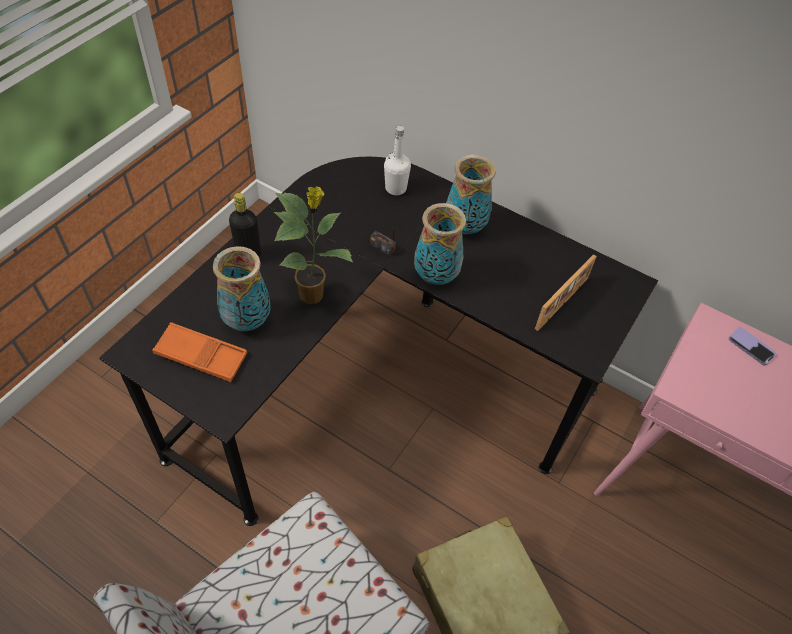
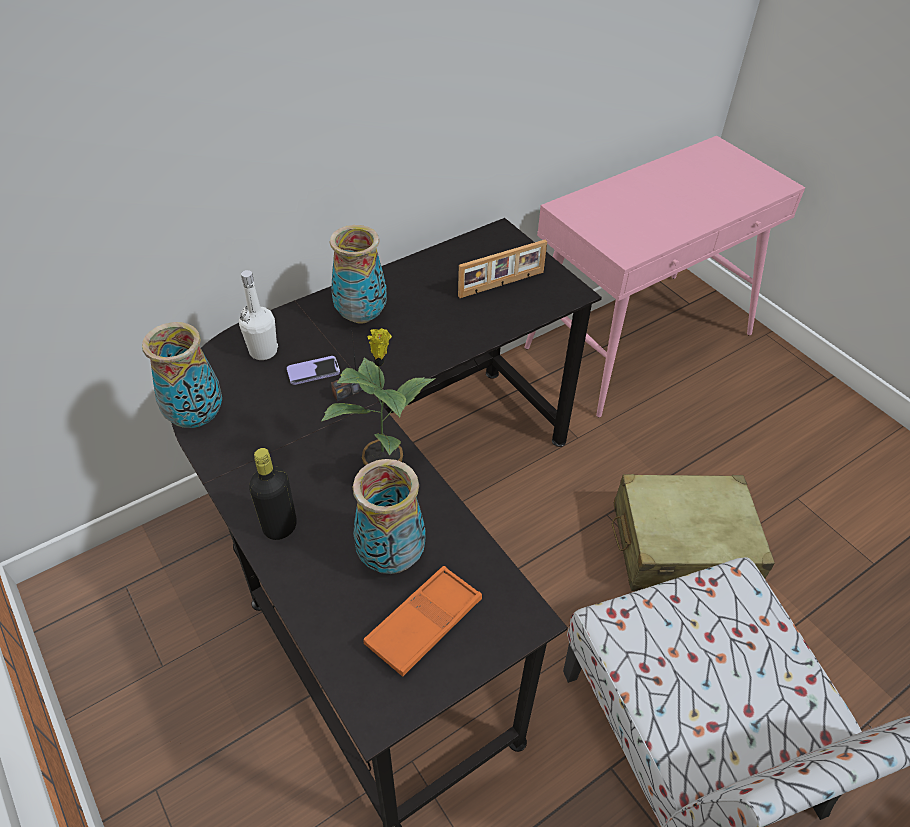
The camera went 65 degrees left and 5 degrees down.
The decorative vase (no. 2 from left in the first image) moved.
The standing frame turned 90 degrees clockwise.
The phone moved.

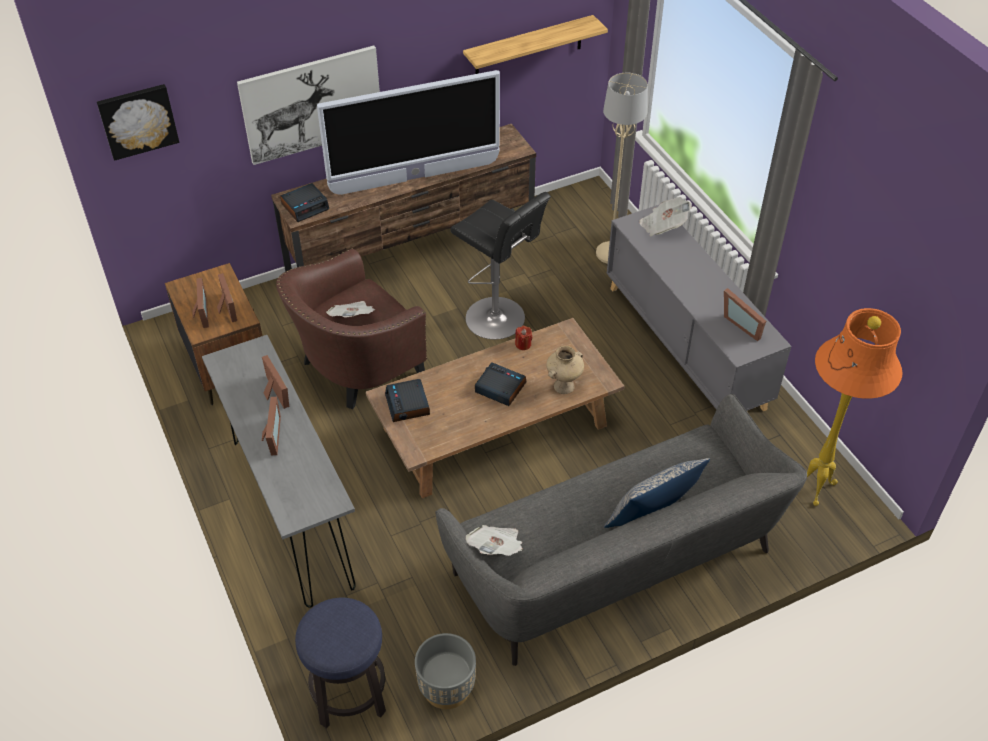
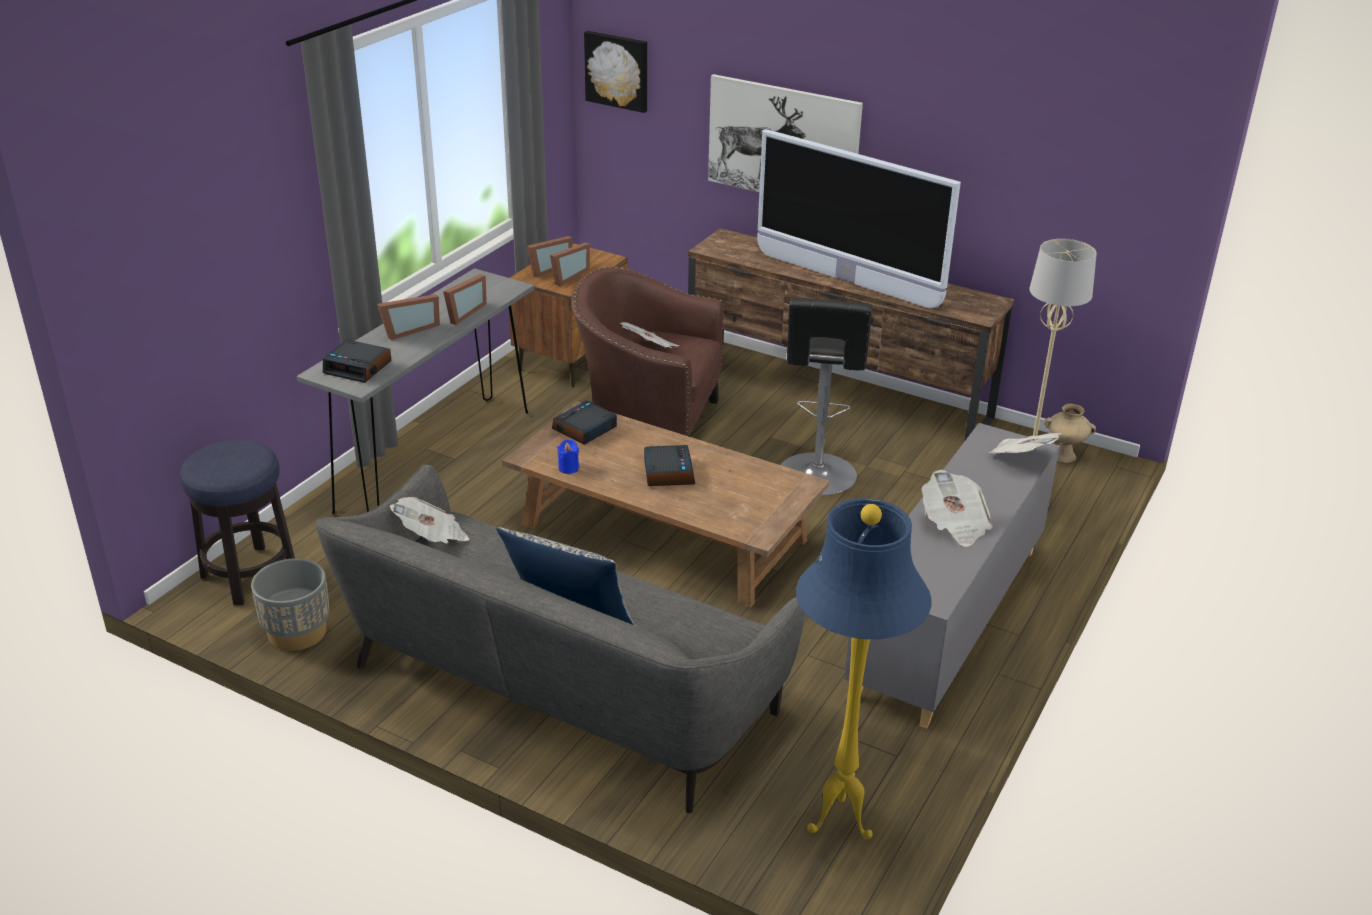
The camera went 55 degrees right and 15 degrees down.
The bracket shelf disappeared.
The table clock (no. 1 from left) moved.
The standing frame (no. 5 from left) disappeared.
The standing lamp (orange) became the standing lamp (blue).
The wax candle (red) disappeared.
The decorative vase (beige-coloured) moved.
The wax candle (blue) appeared.
The daily paper (no. 3 from left) appeared.

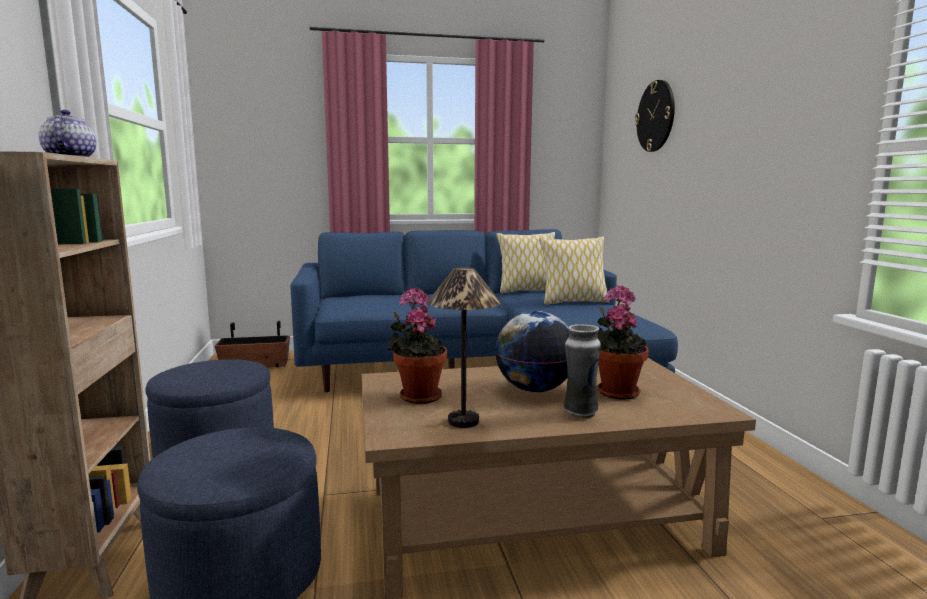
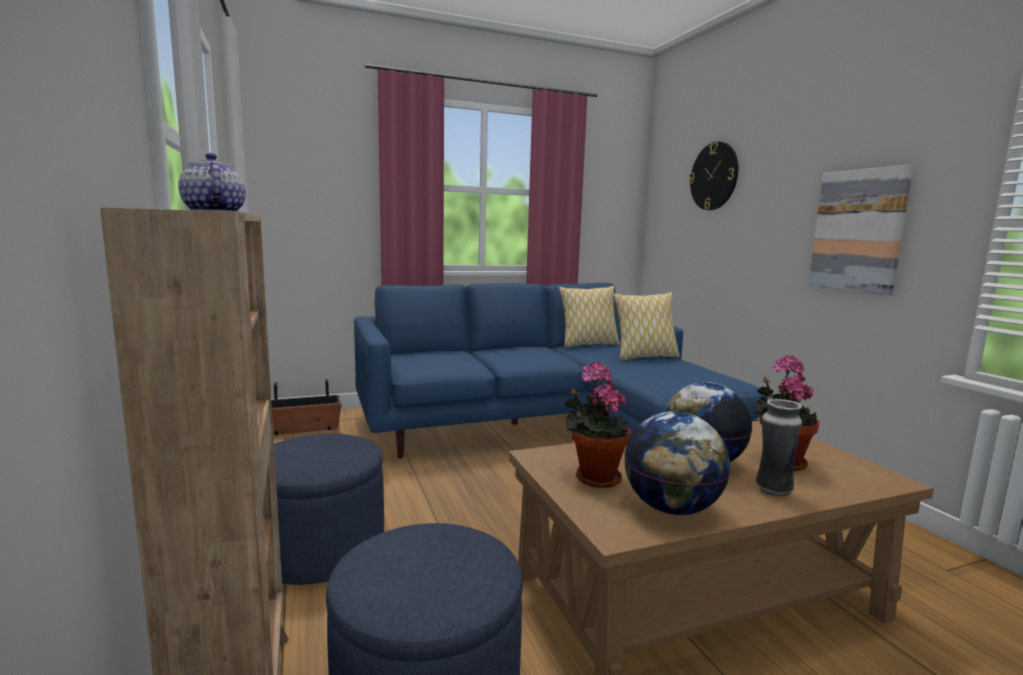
The camera went 10 degrees left and 0 degrees up.
The lamp for a table was replaced by the desk globe (no. 1 from left).
The wall art appeared.

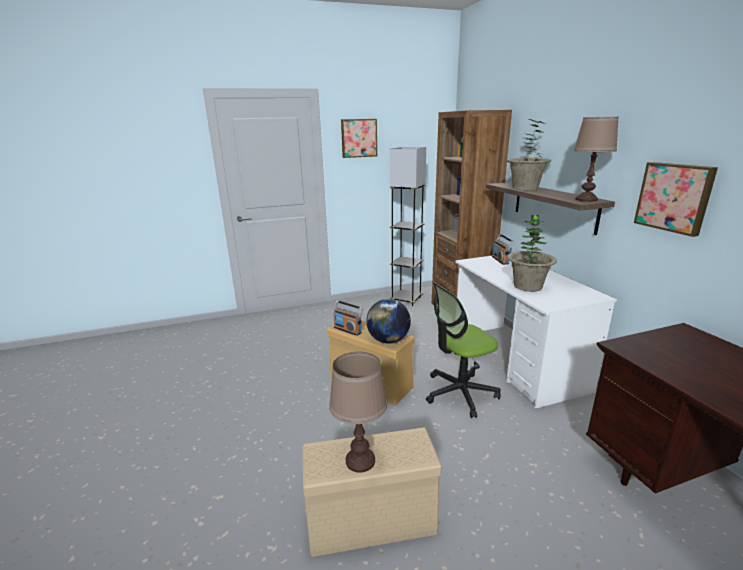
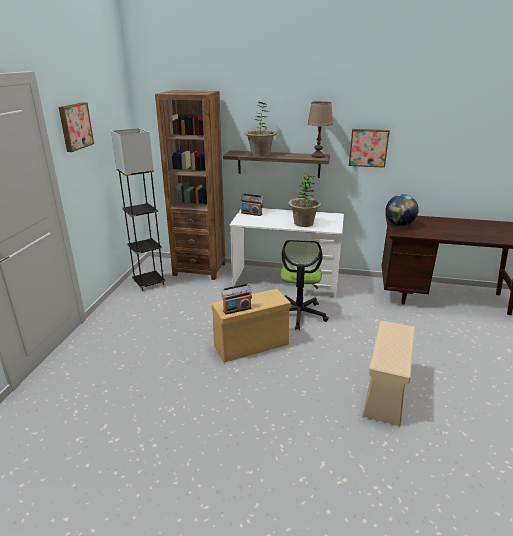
The camera went 60 degrees left and 5 degrees up.
The desk globe moved.
The lamp for a table (brownish) (no. 1 from left) disappeared.

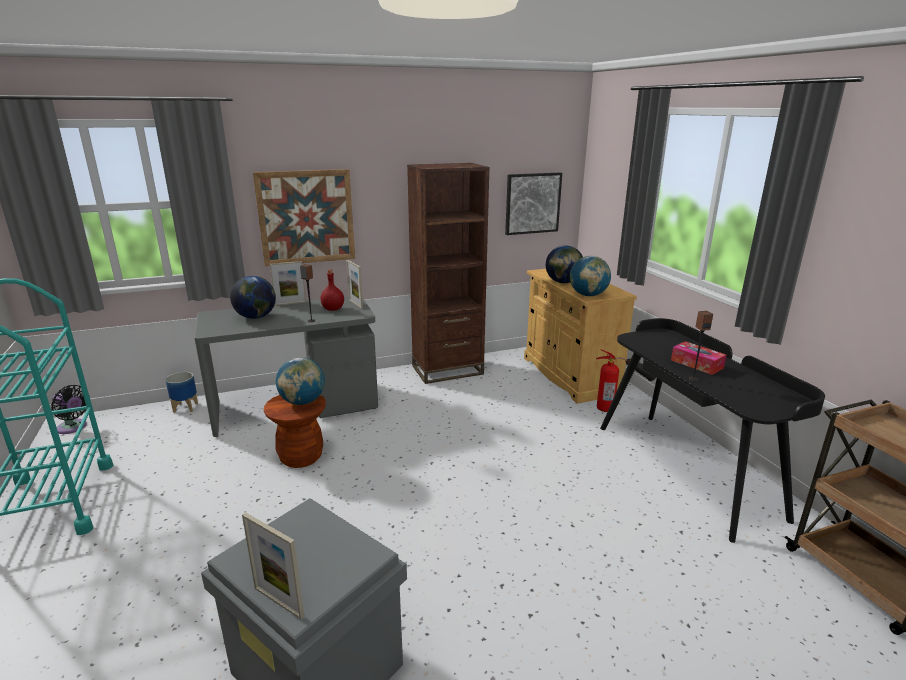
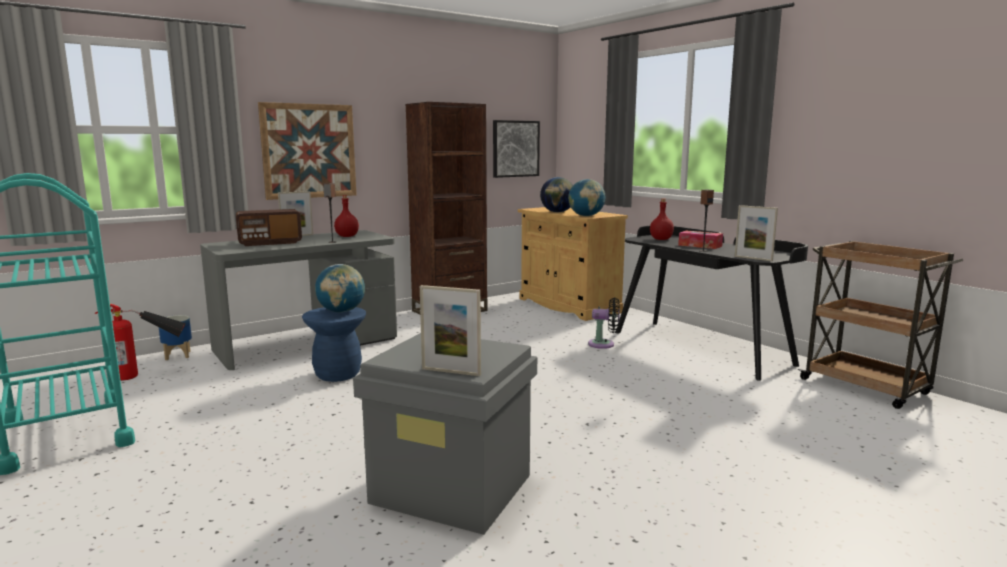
The camera went 15 degrees left and 10 degrees down.
The standing frame (no. 3 from left) moved.
The desk globe (no. 1 from left) was replaced by the radio set.
The fire extinguisher moved.
The fan (black-coloured) moved.
The stool seat (brownish) became the stool seat (blue).
The bottle (red) (no. 2 from left) appeared.

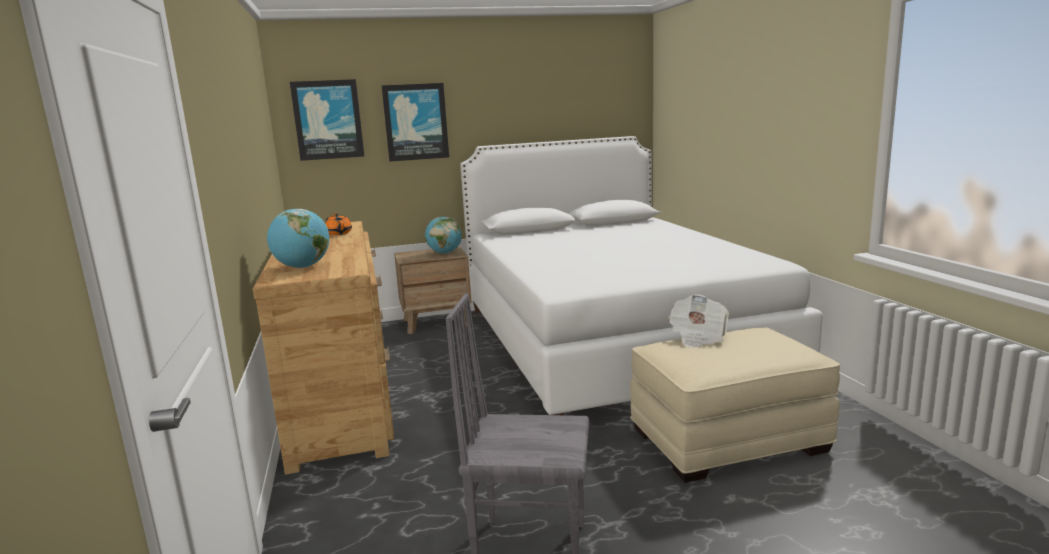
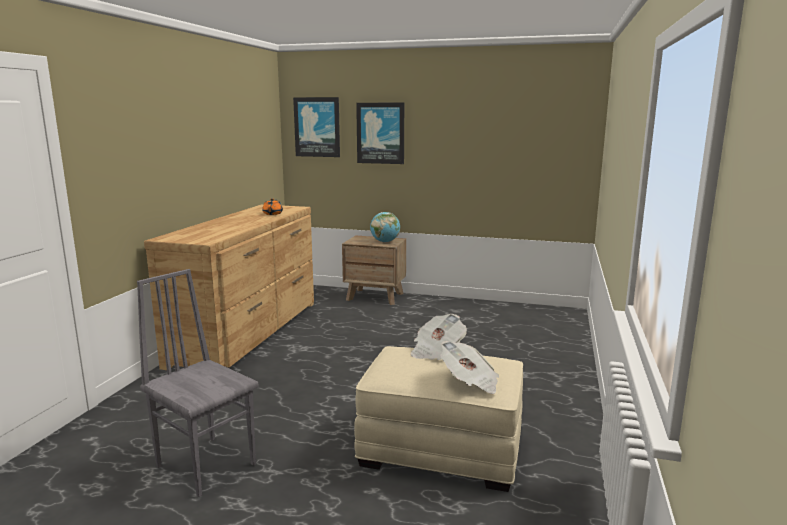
The camera went 30 degrees right and 0 degrees up.
The sleeping bed (white) disappeared.
The desk globe (no. 1 from left) disappeared.
The daily paper (no. 2 from left) appeared.

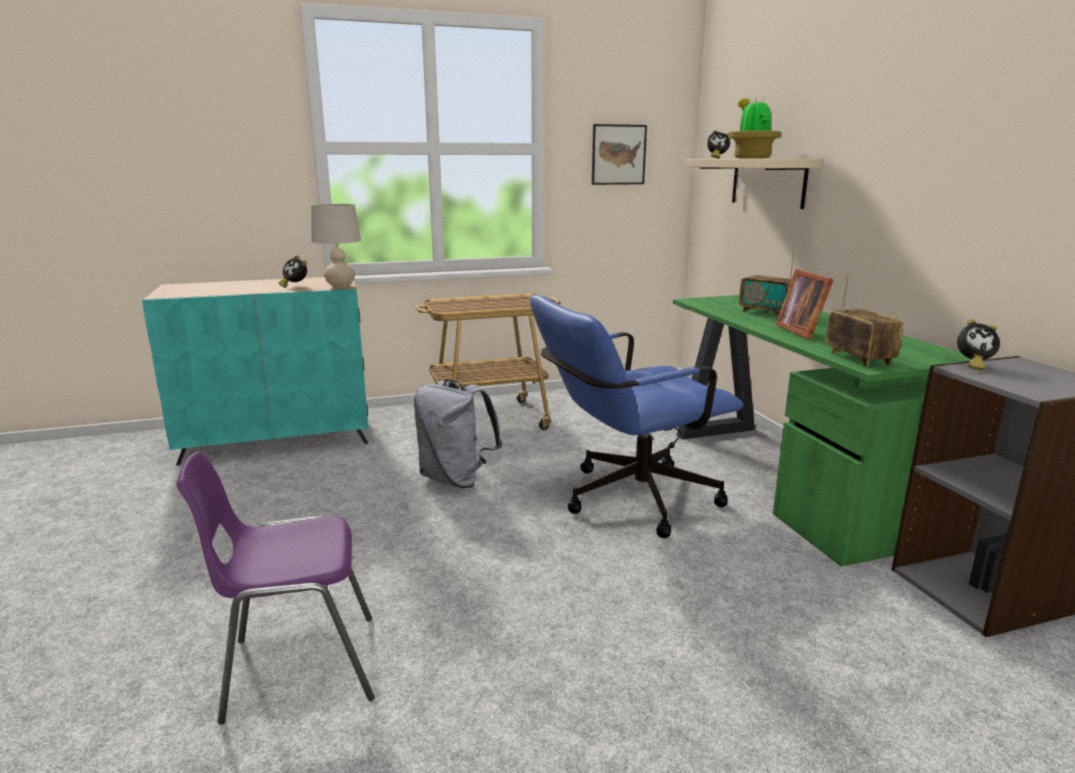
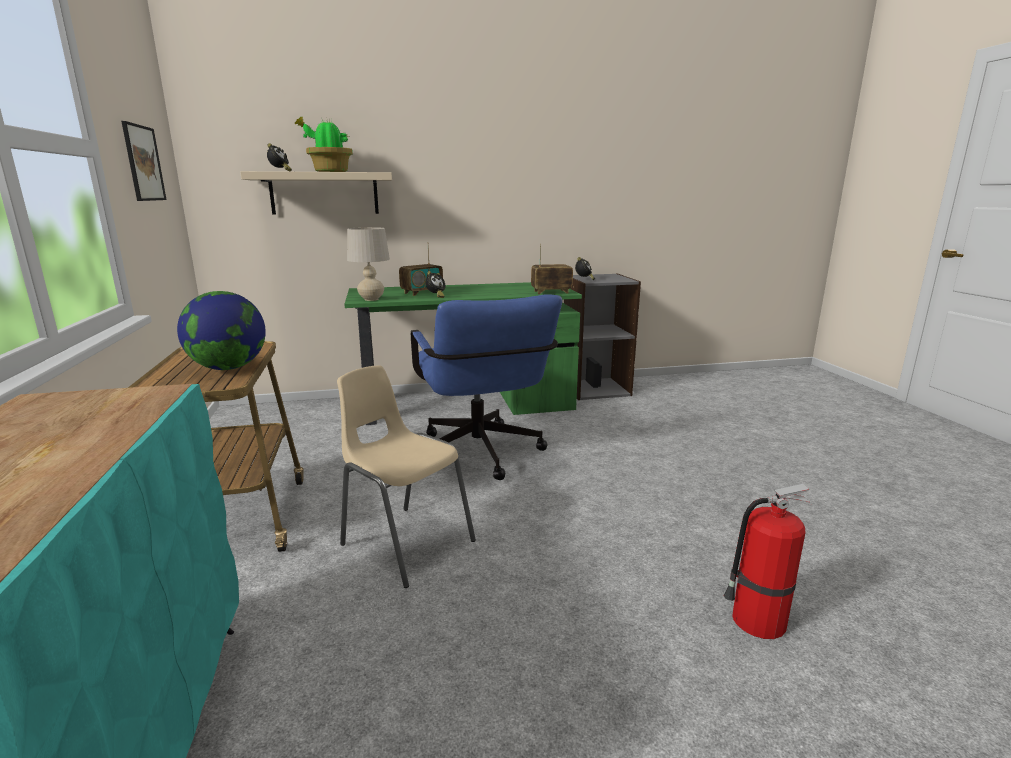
The camera went 85 degrees left and 0 degrees up.
The lamp for a table (beige-coloured) moved.
The table clock (no. 1 from left in the first image) moved.
The standing frame disappeared.
The knapsack (greyish) was replaced by the chair (beige-coloured).
The chair (purple) was replaced by the fire extinguisher.
The desk globe appeared.

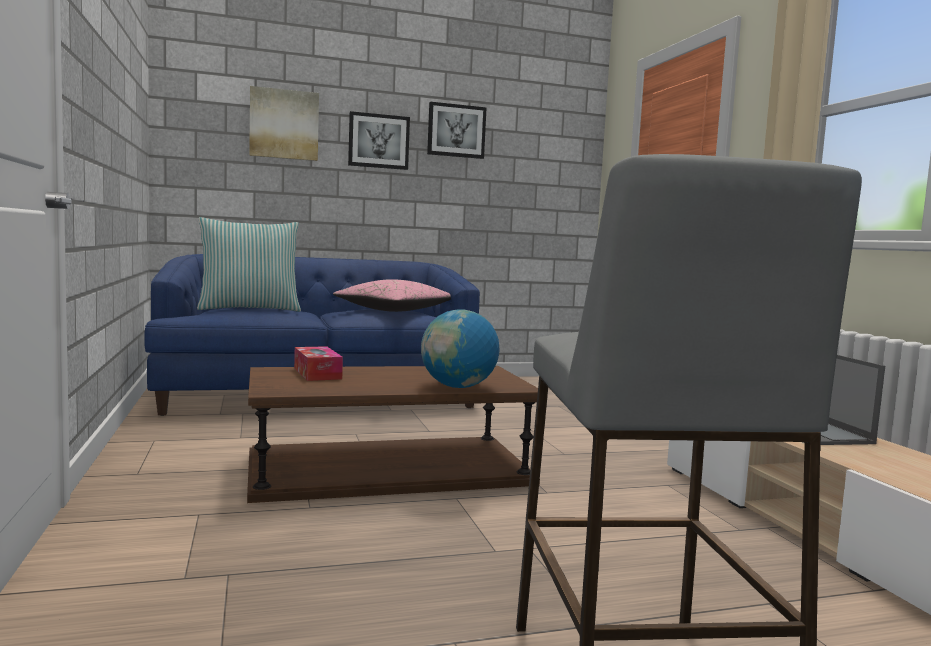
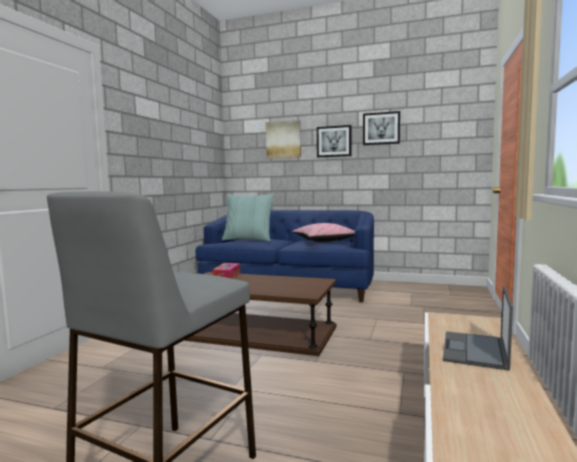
The camera went 35 degrees right and 0 degrees up.
The desk globe disappeared.

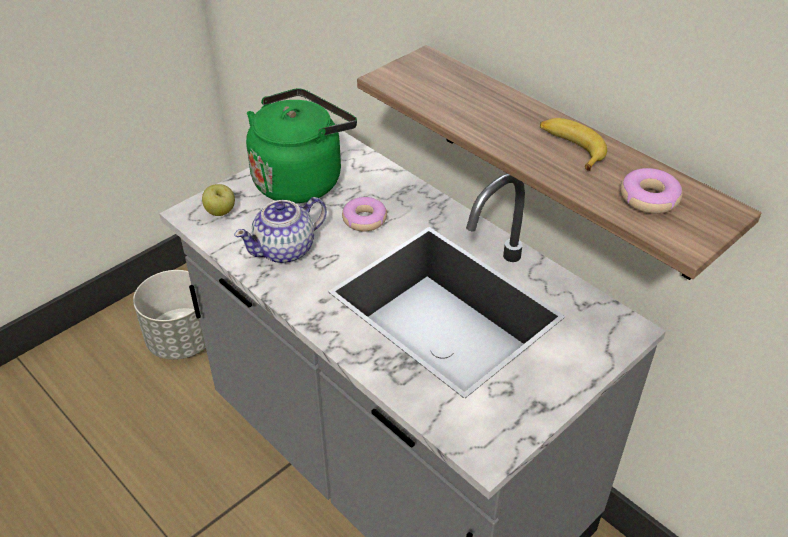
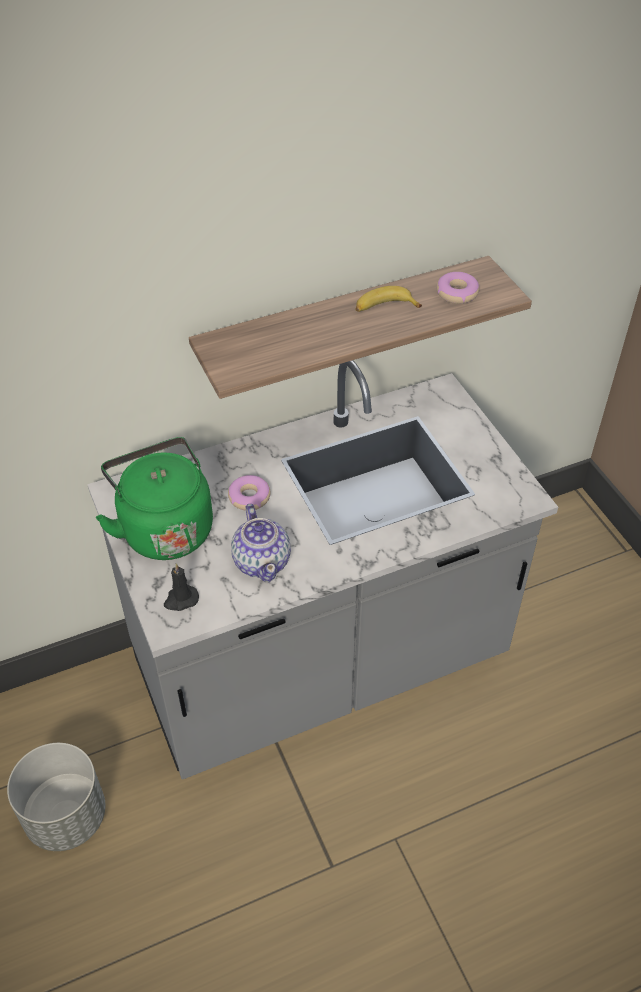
The camera went 70 degrees left and 5 degrees up.
The whole apple was replaced by the wax candle (black-coloured).

